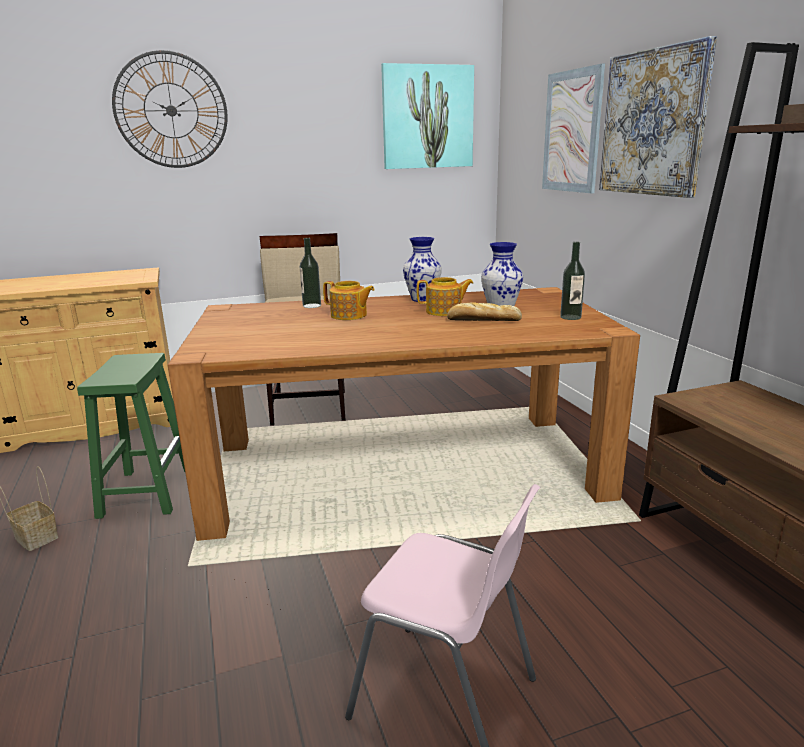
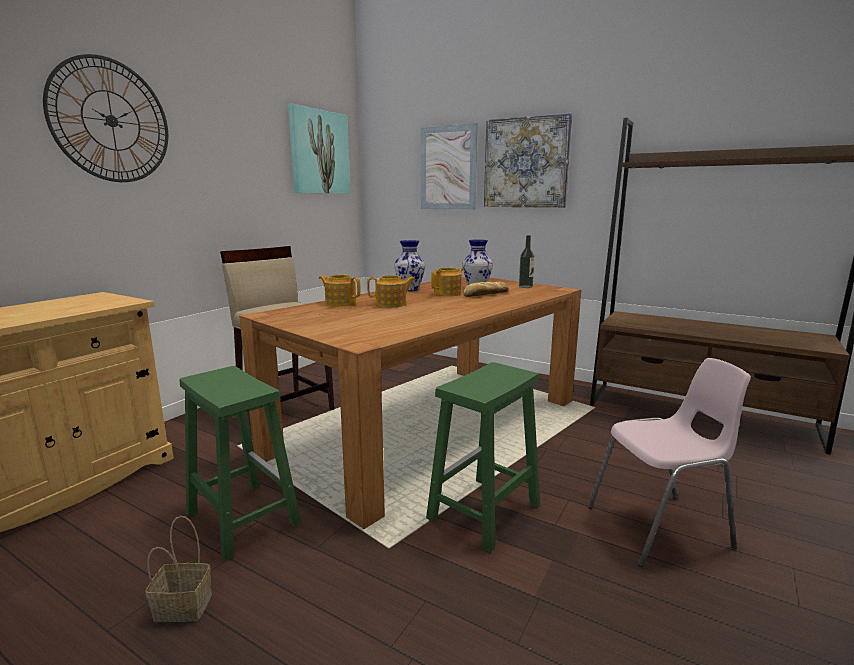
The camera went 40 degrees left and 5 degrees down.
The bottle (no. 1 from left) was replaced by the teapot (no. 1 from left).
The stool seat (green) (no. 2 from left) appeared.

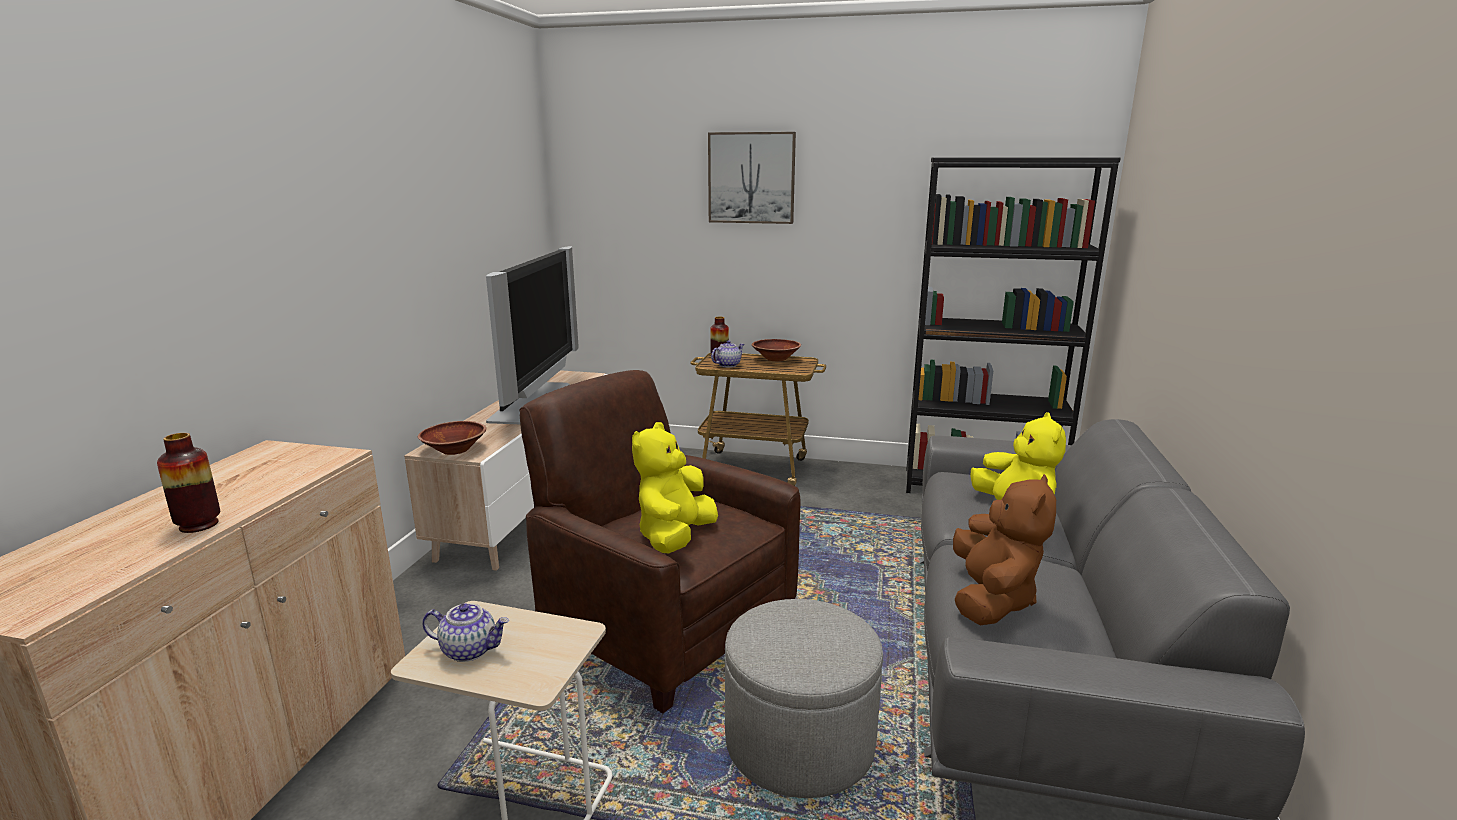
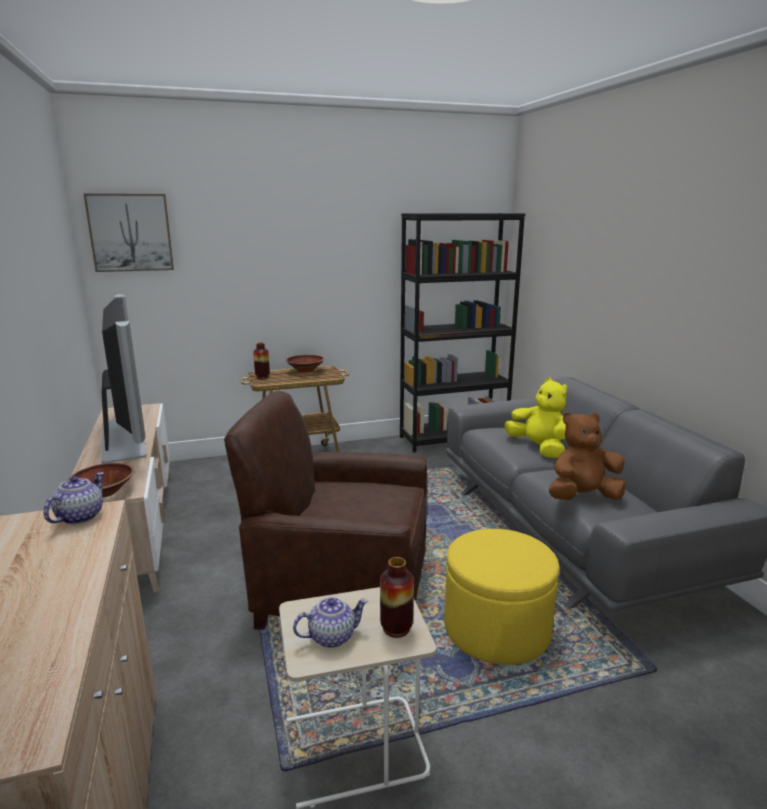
The camera went 30 degrees left and 0 degrees up.
The wall art moved.
The teapot (no. 2 from left in the first image) moved.
The plush toy (yellow) (no. 1 from left) disappeared.
The decorative vase (no. 1 from left in the first image) moved.
The plush toy (brownish) turned 90 degrees counterclockwise.
The footrest (greyish) became the footrest (yellow).

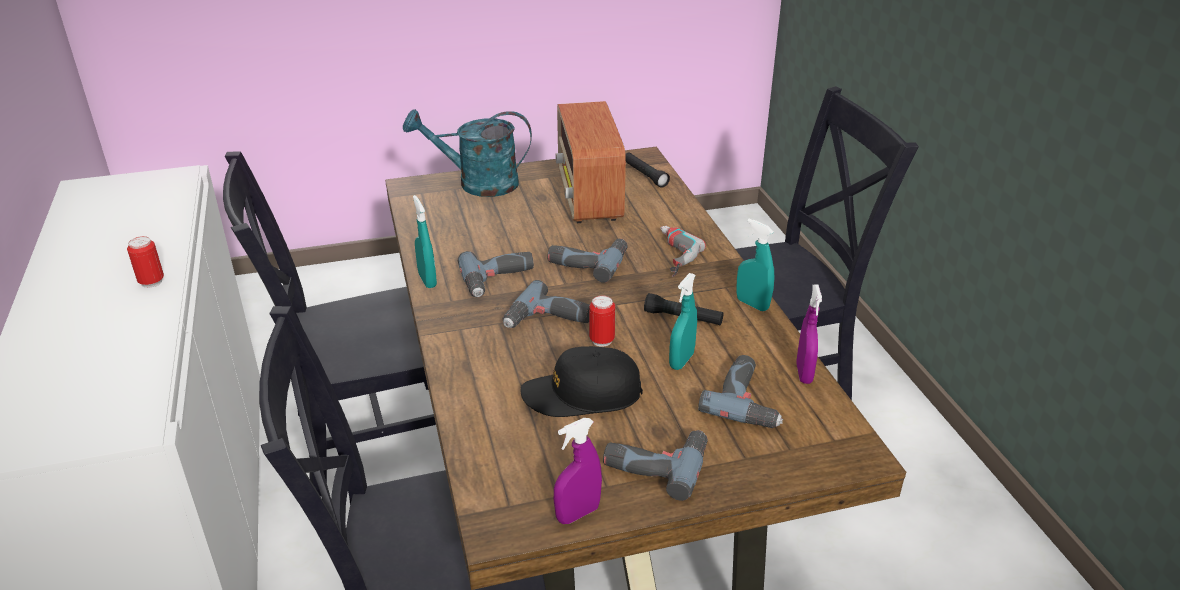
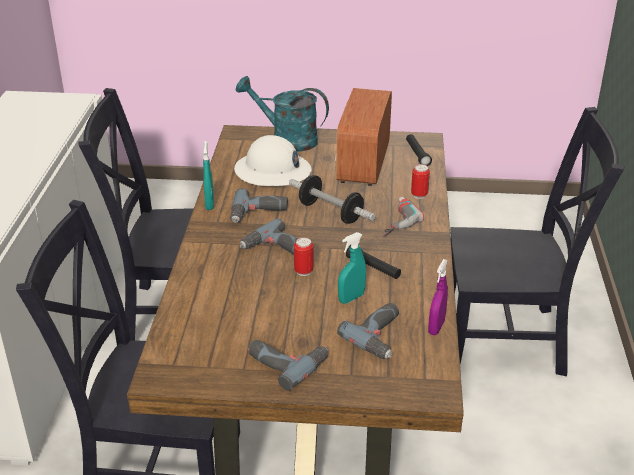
The camera went 20 degrees right and 0 degrees up.
The spray bottle (turquoise) (no. 3 from left) disappeared.
The can (no. 1 from left in the first image) moved.
The drill (no. 3 from left) was replaced by the hand weight.
The peaked cap (black-coloured) disappeared.
The spray bottle (purple) (no. 1 from left) disappeared.
The safety helmet (white) appeared.

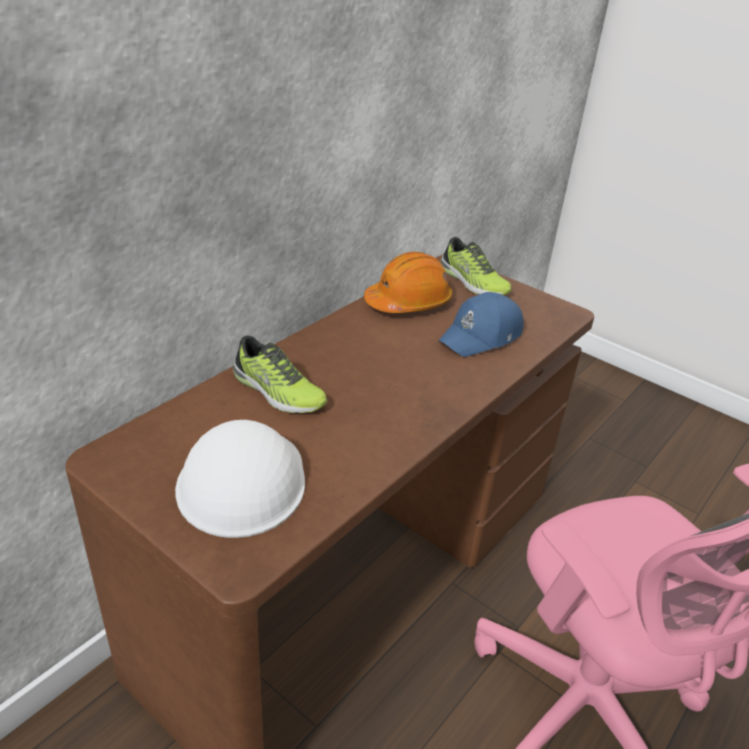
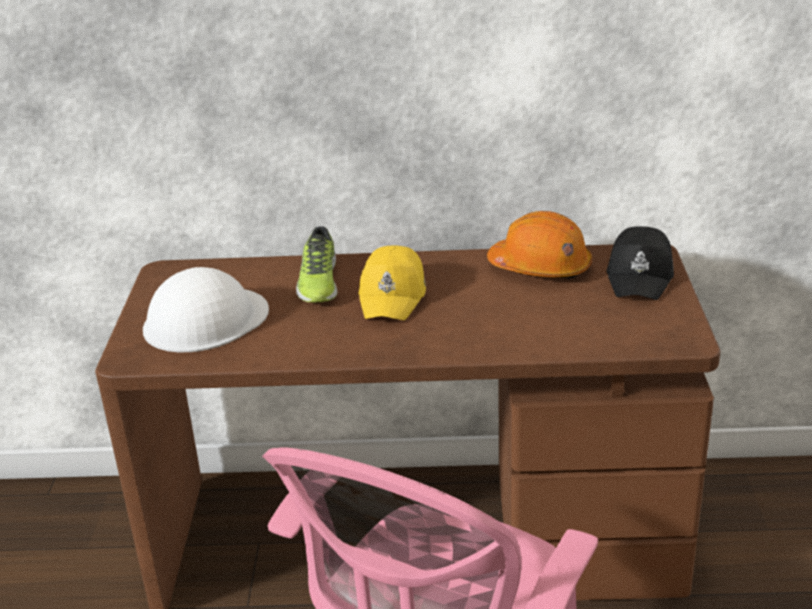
The camera went 55 degrees right and 5 degrees down.
The low shoe (no. 2 from left) was replaced by the peaked cap (black-coloured).
The peaked cap (blue) disappeared.
The peaked cap (yellow) appeared.

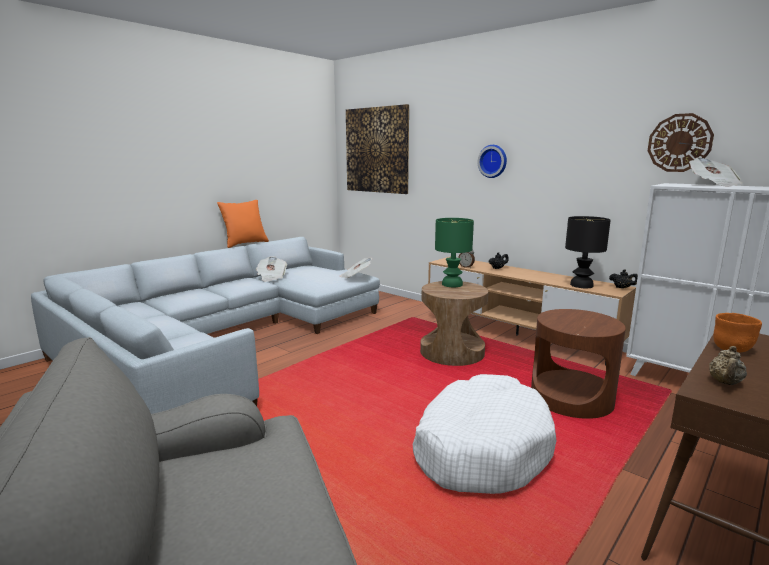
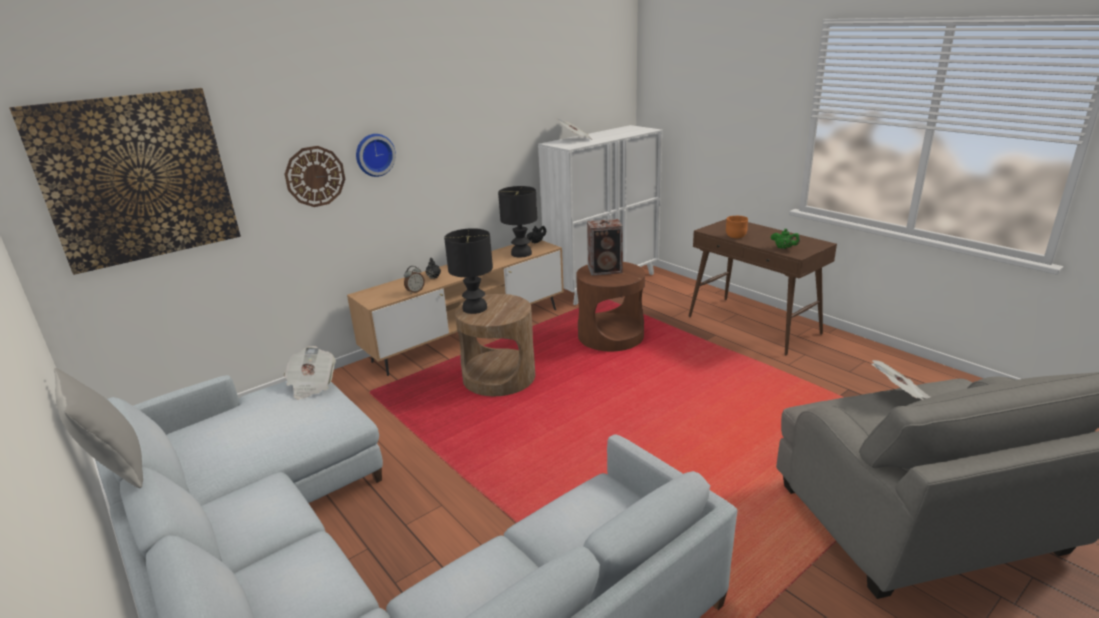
The camera went 80 degrees left and 10 degrees up.
The hanging clock (no. 2 from left in the first image) moved.
The pillow (orange) became the pillow (greyish).
The lamp for a table (green) became the lamp for a table (black-coloured) (no. 1 from left).
The daily paper (no. 1 from left in the first image) moved.
The teapot (beige-coloured) became the teapot (green).
The dog bed (white) disappeared.
The loudspeaker appeared.

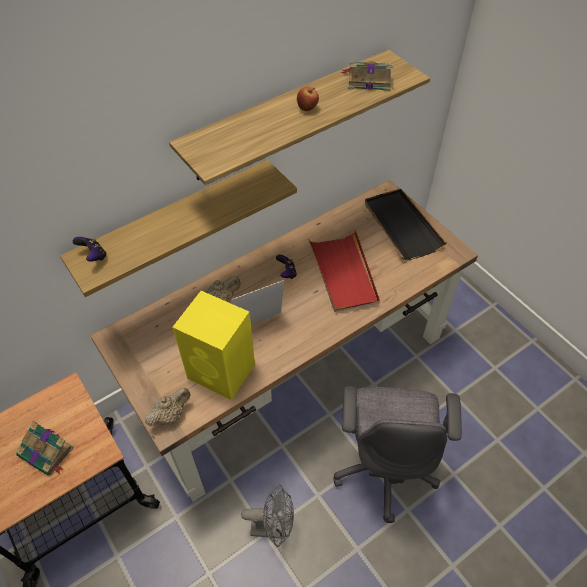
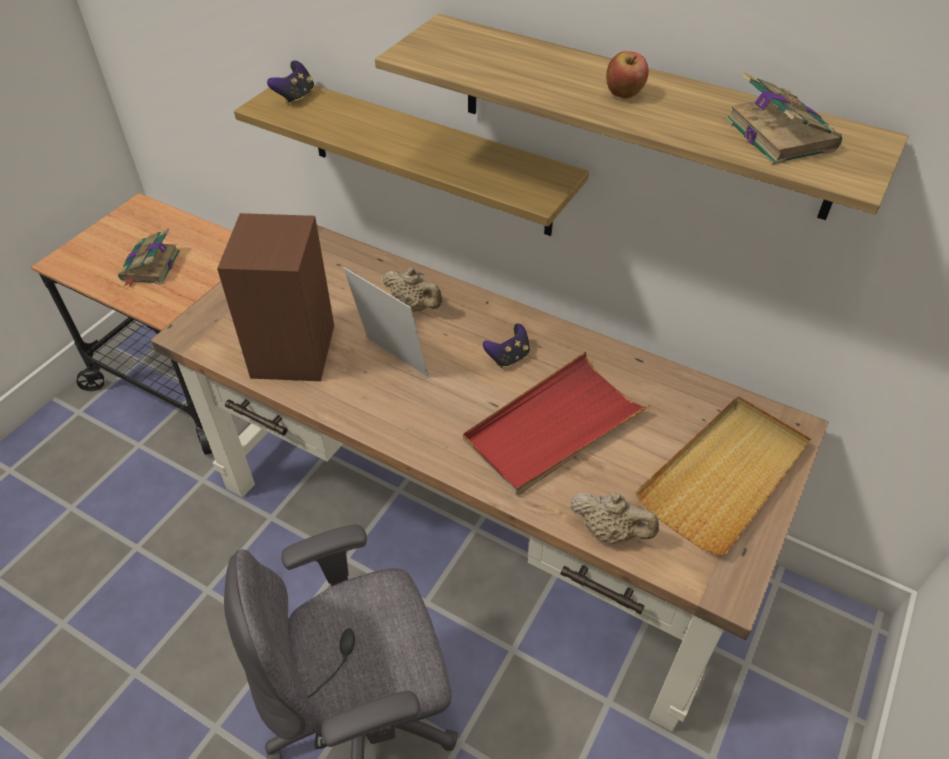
The camera went 65 degrees right and 5 degrees down.
The carrying tray (black-coloured) became the carrying tray (beige-coloured).
The loudspeaker (yellow) became the loudspeaker (brownish).
The teapot (beige-coloured) (no. 1 from left in the first image) moved.
The fan (greyish) disappeared.

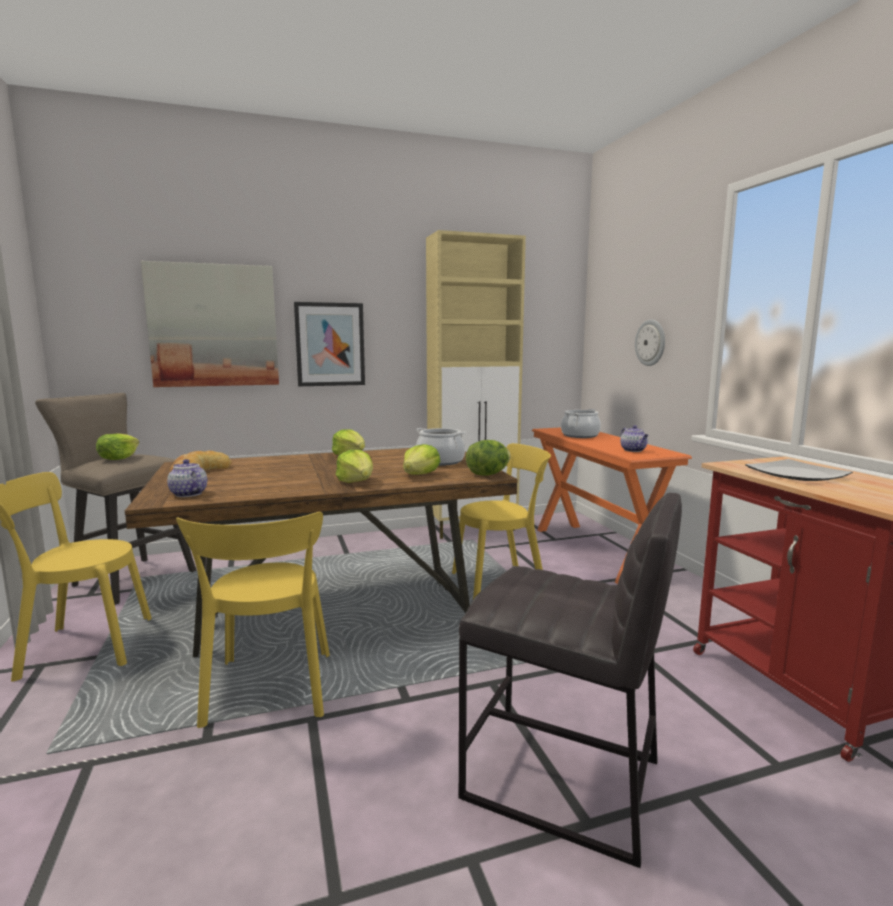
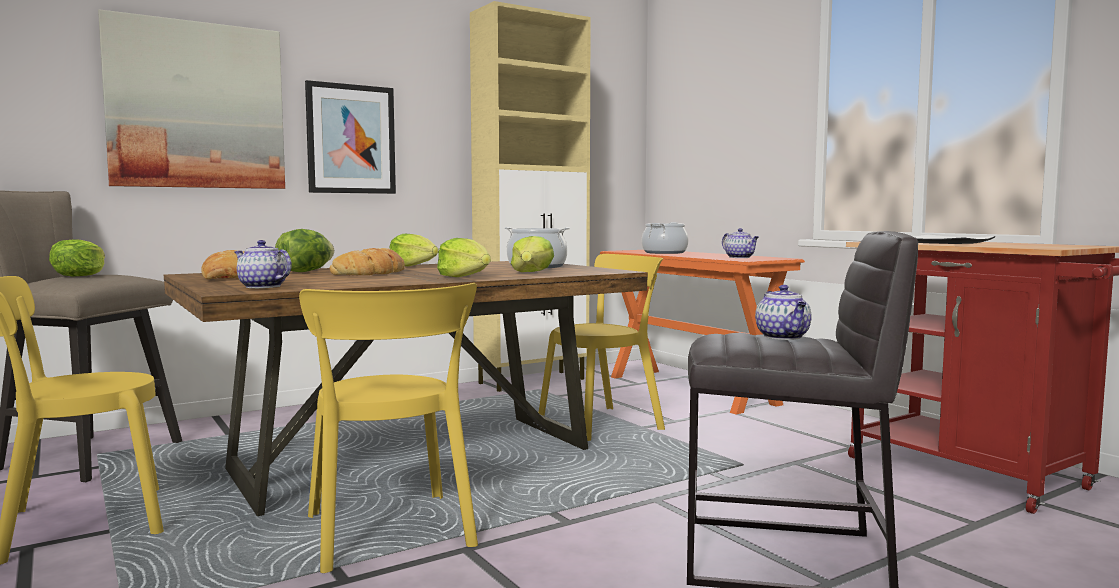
The camera went 15 degrees left and 5 degrees down.
The hanging clock disappeared.
The lettuce head (no. 5 from left in the first image) moved.
The bakery bread (no. 2 from left) appeared.
The teapot (no. 3 from left) appeared.

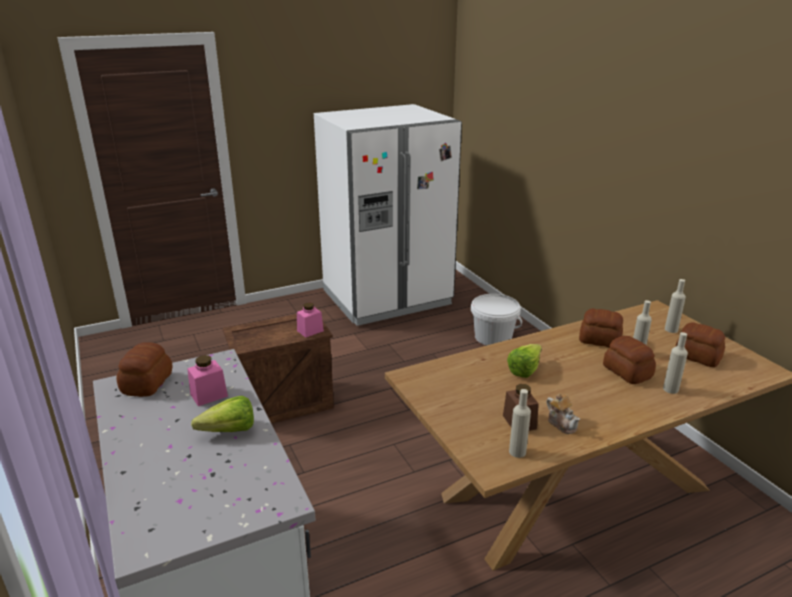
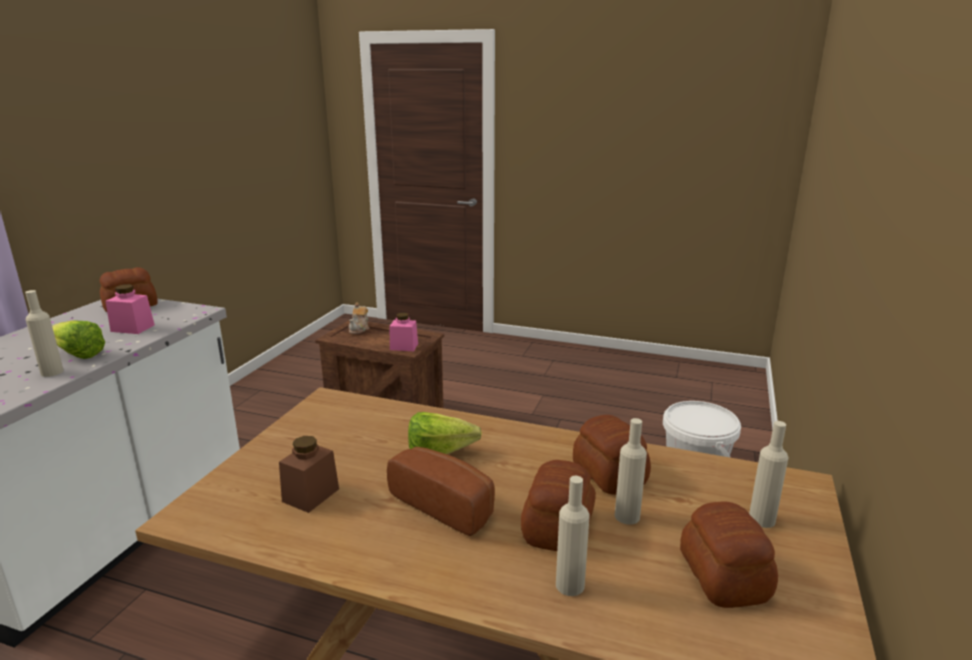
The camera went 45 degrees right and 5 degrees down.
The kitchen fridge (white) disappeared.
The bottle (beige-coloured) (no. 1 from left) moved.
The teapot moved.
The bakery bread (no. 2 from left) appeared.

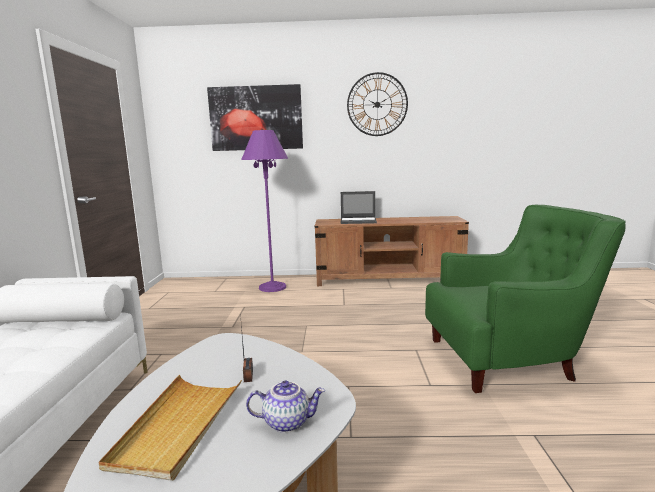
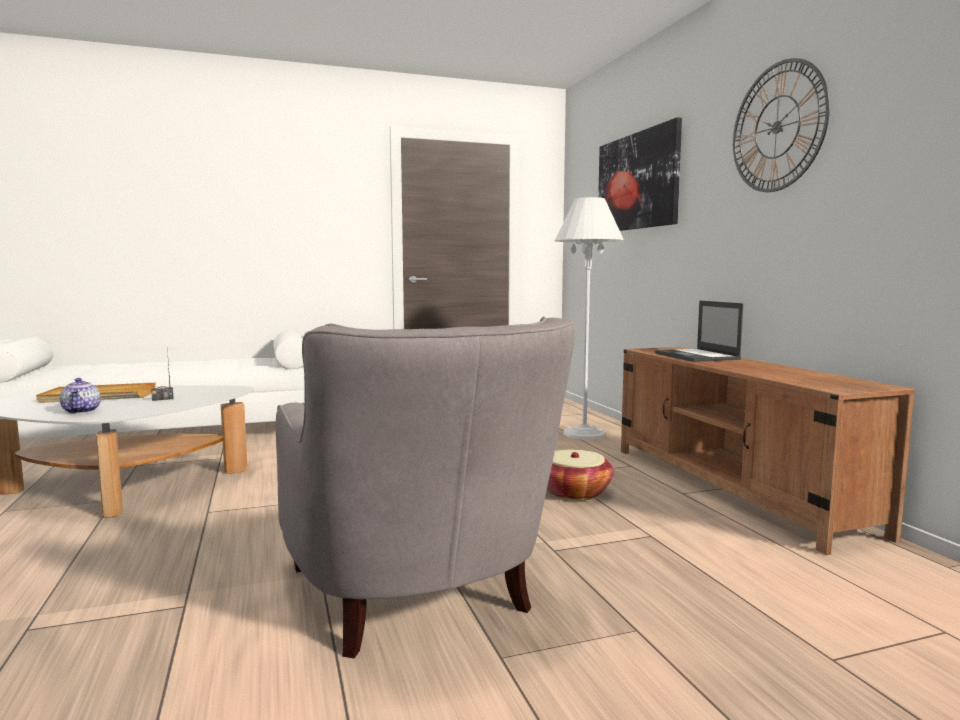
The camera went 70 degrees right and 5 degrees down.
The standing lamp (purple) became the standing lamp (white).
The easy chair (green) became the easy chair (greyish).
The basket appeared.

